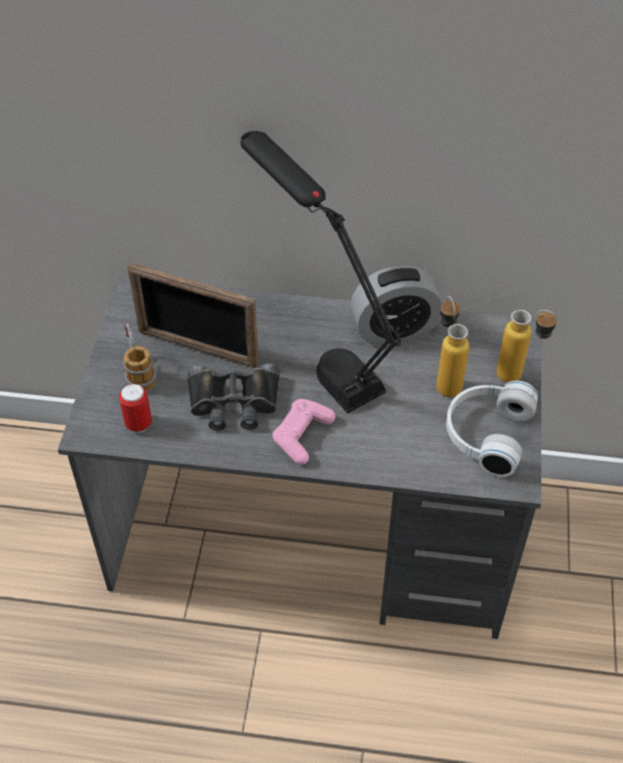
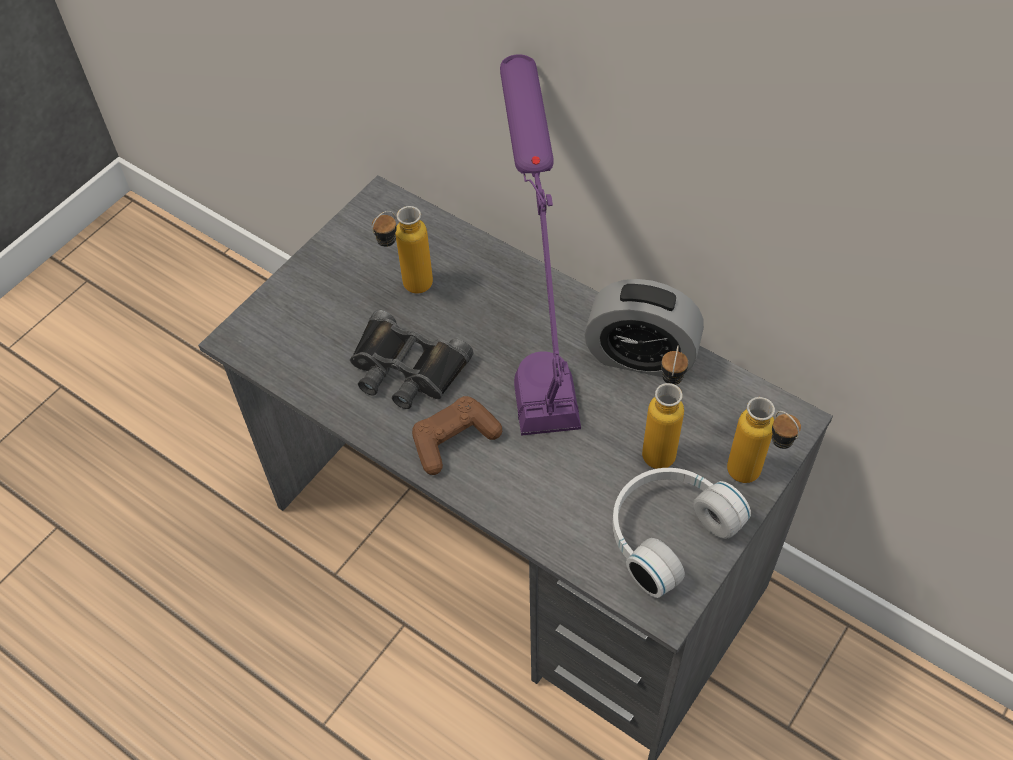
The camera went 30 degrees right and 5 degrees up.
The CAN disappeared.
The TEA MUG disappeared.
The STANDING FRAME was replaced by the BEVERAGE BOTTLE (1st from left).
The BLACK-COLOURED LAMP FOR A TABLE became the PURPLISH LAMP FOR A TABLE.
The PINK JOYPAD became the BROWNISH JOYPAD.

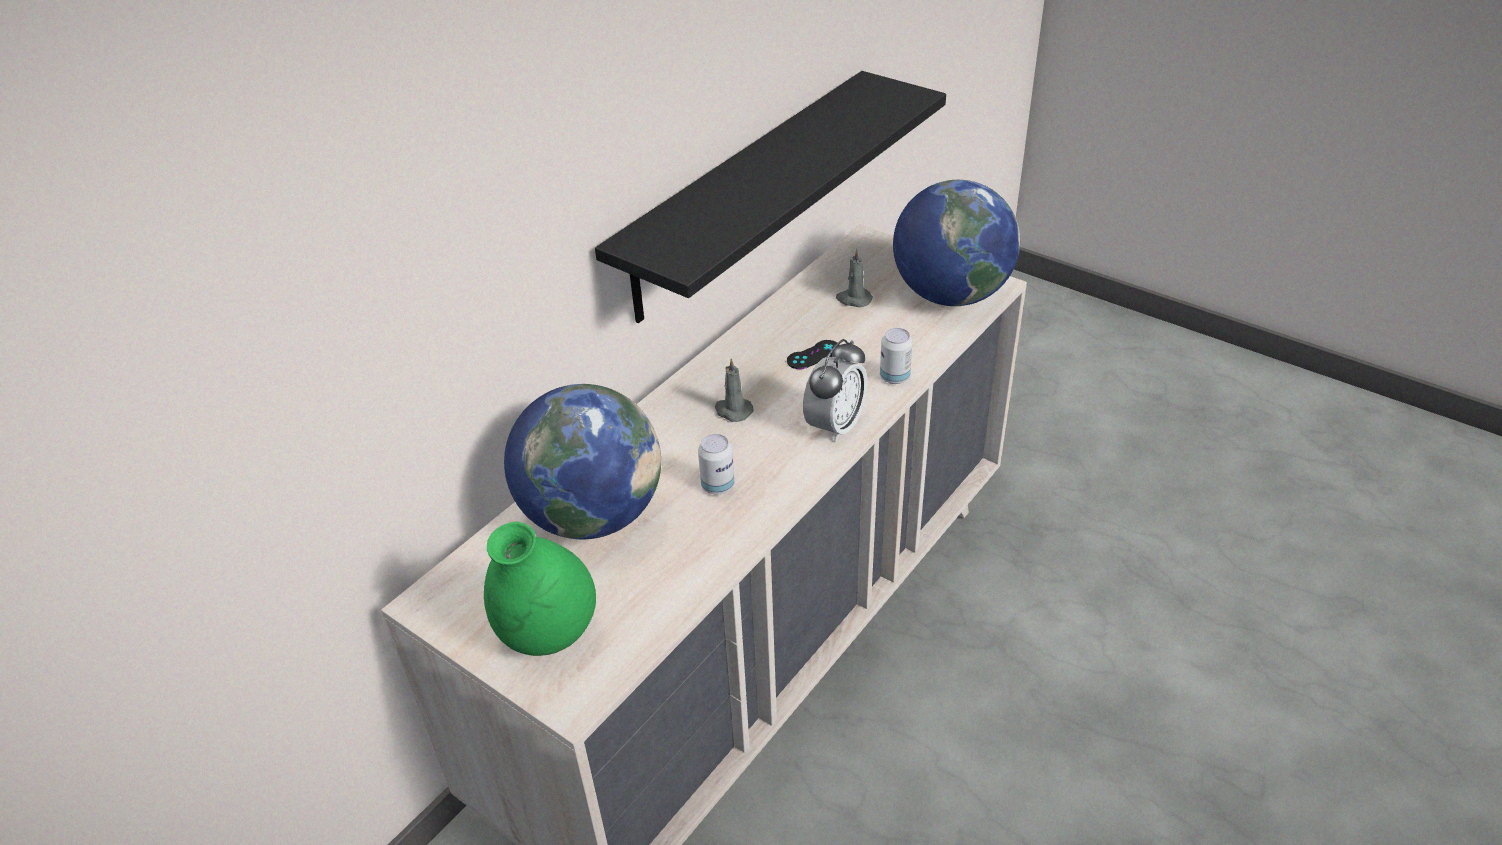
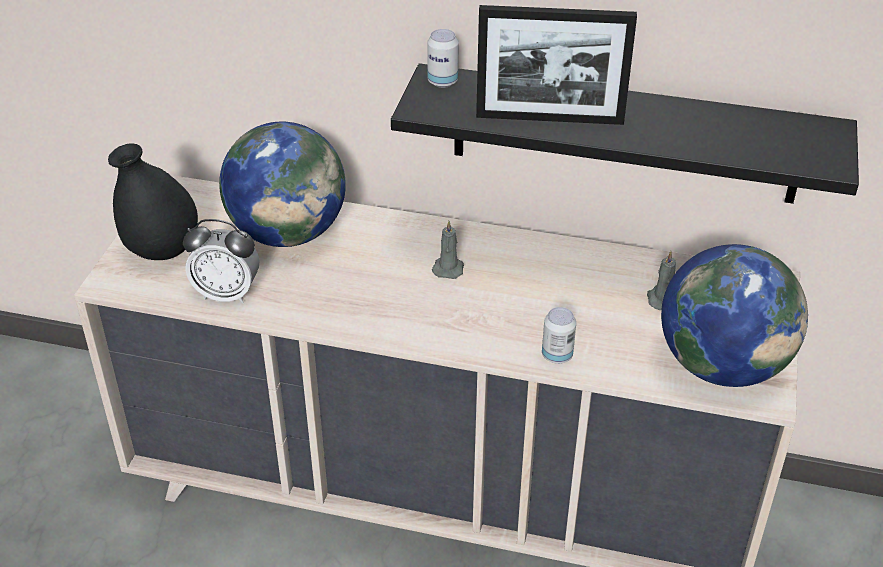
The camera went 65 degrees right and 0 degrees up.
The BLACK-COLOURED JOYPAD disappeared.
The STANDING FRAME appeared.
The CAN (1st from left) moved.
The ALARM CLOCK moved.
The GREEN DECORATIVE VASE became the BLACK-COLOURED DECORATIVE VASE.

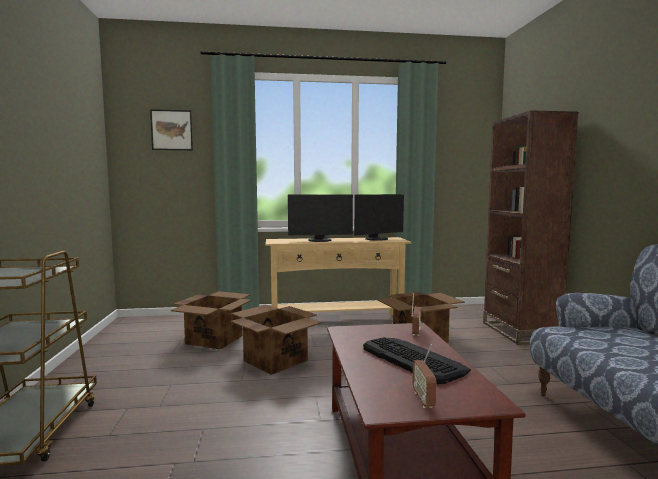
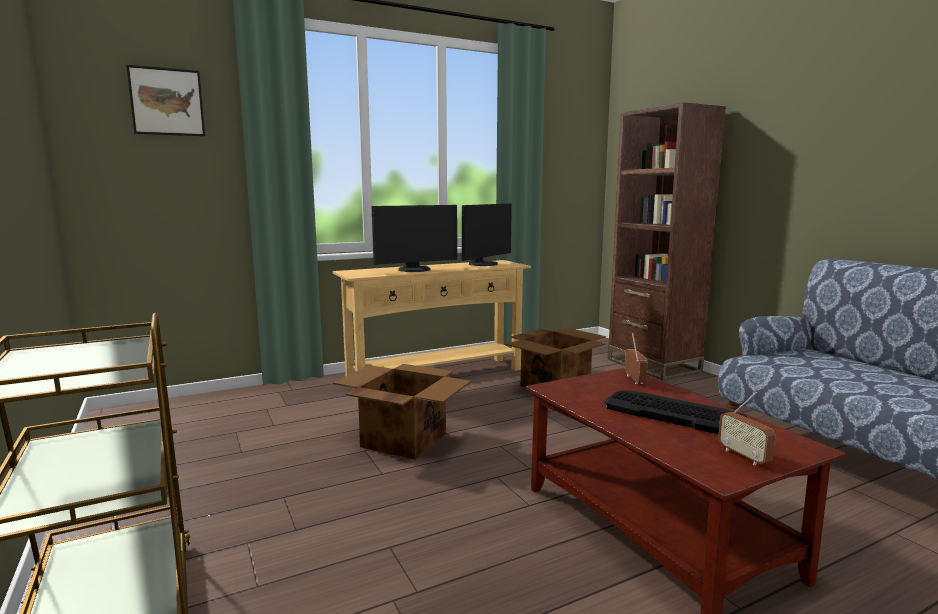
The camera went 20 degrees left and 5 degrees up.
The CARDBOARD BOX (1st from left) disappeared.

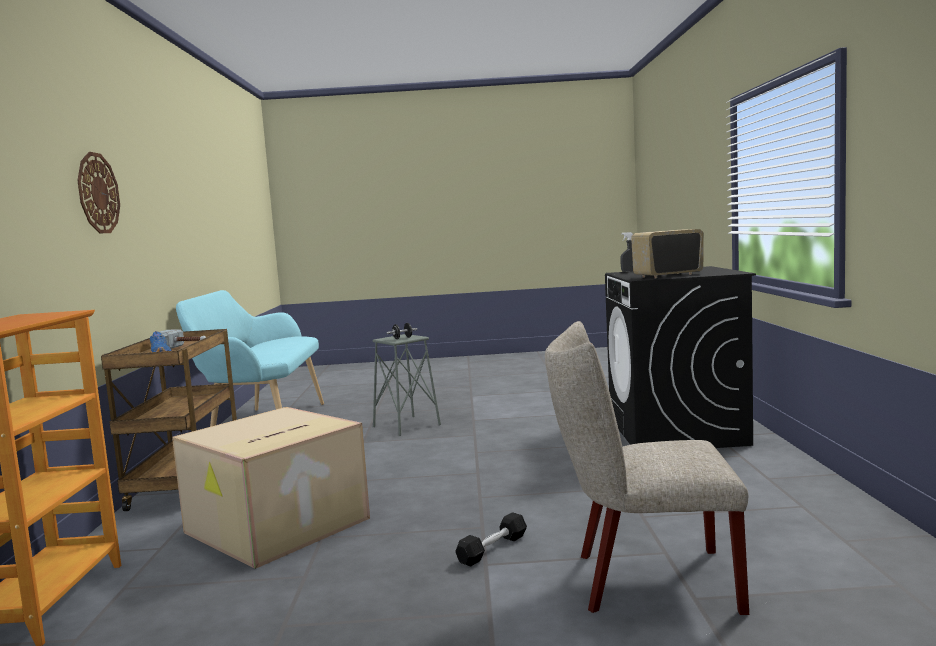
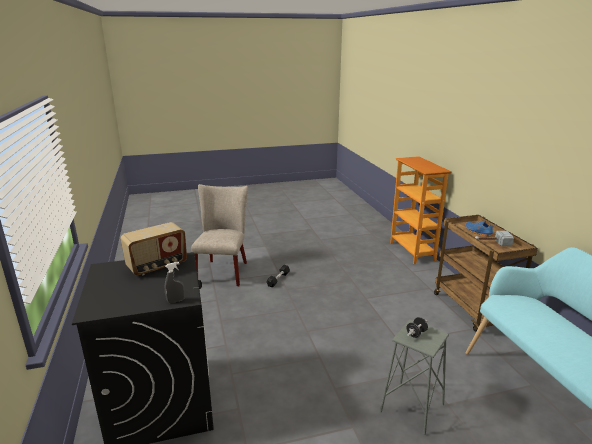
The camera went 165 degrees right and 15 degrees up.
The HANGING CLOCK disappeared.
The CARDBOARD BOX disappeared.
The BEIGE-COLOURED CHAIR turned 75 degrees counterclockwise.

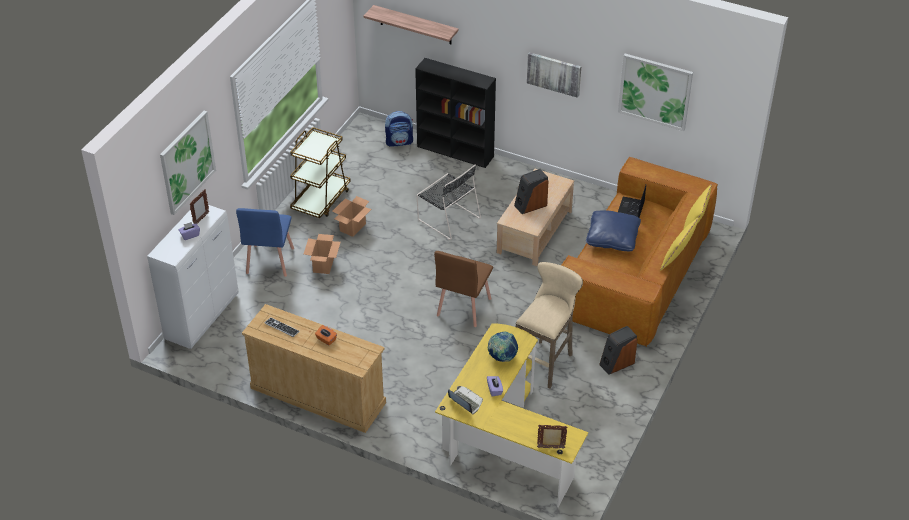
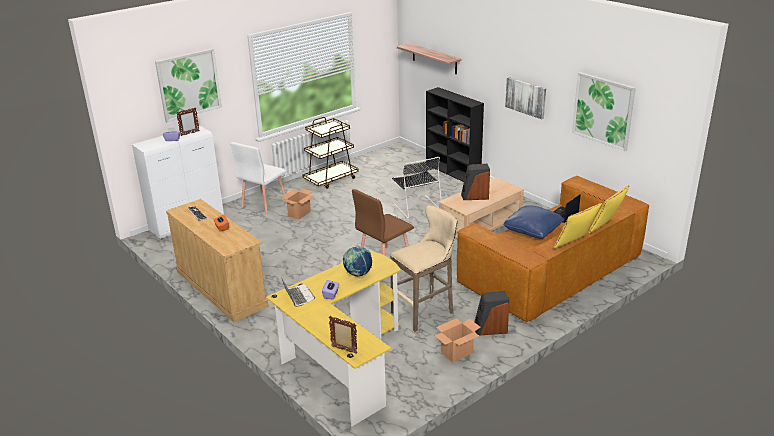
The camera went 25 degrees right and 15 degrees down.
The RUCKSACK disappeared.
The CARDBOARD BOX (2nd from left) moved.
The BLUISH CHAIR became the WHITISH CHAIR.

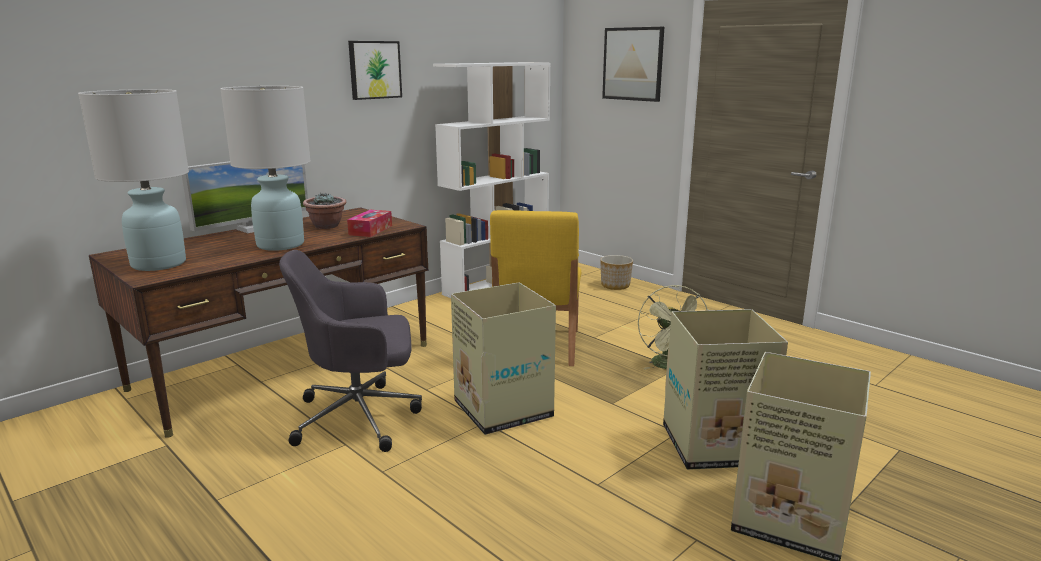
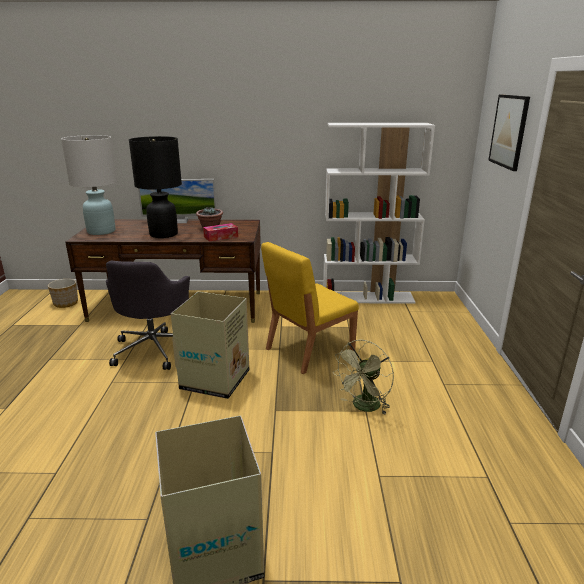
The camera went 45 degrees right and 5 degrees up.
The WALL PICTURE (1st from left) disappeared.
The CARDBOARD BOX (2nd from left) disappeared.
The FLOWER POT moved.
The WHITISH LAMP FOR A TABLE (2nd from left) became the BLACK-COLOURED LAMP FOR A TABLE.
The GREYISH COMPUTER CHAIR turned 120 degrees counterclockwise.

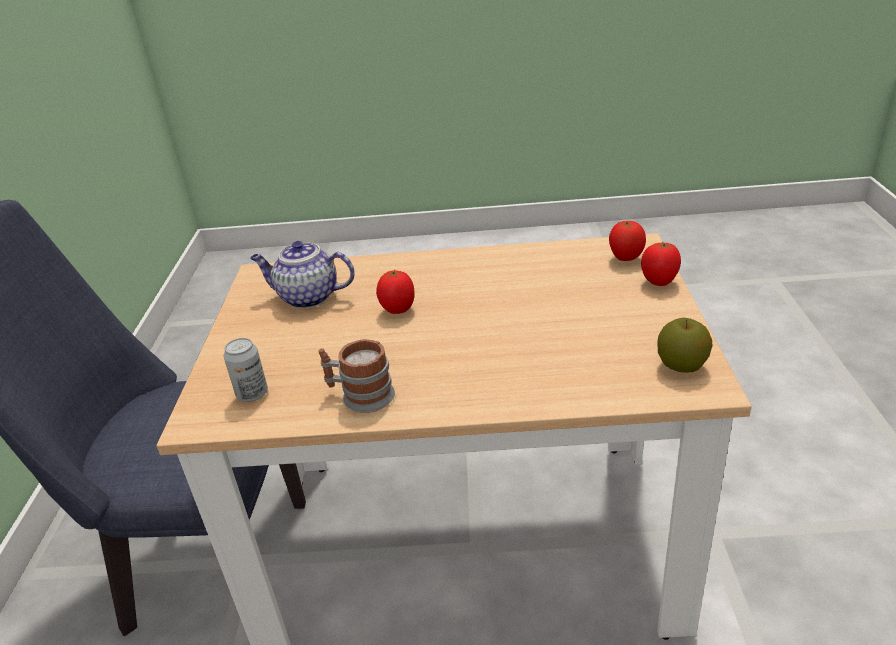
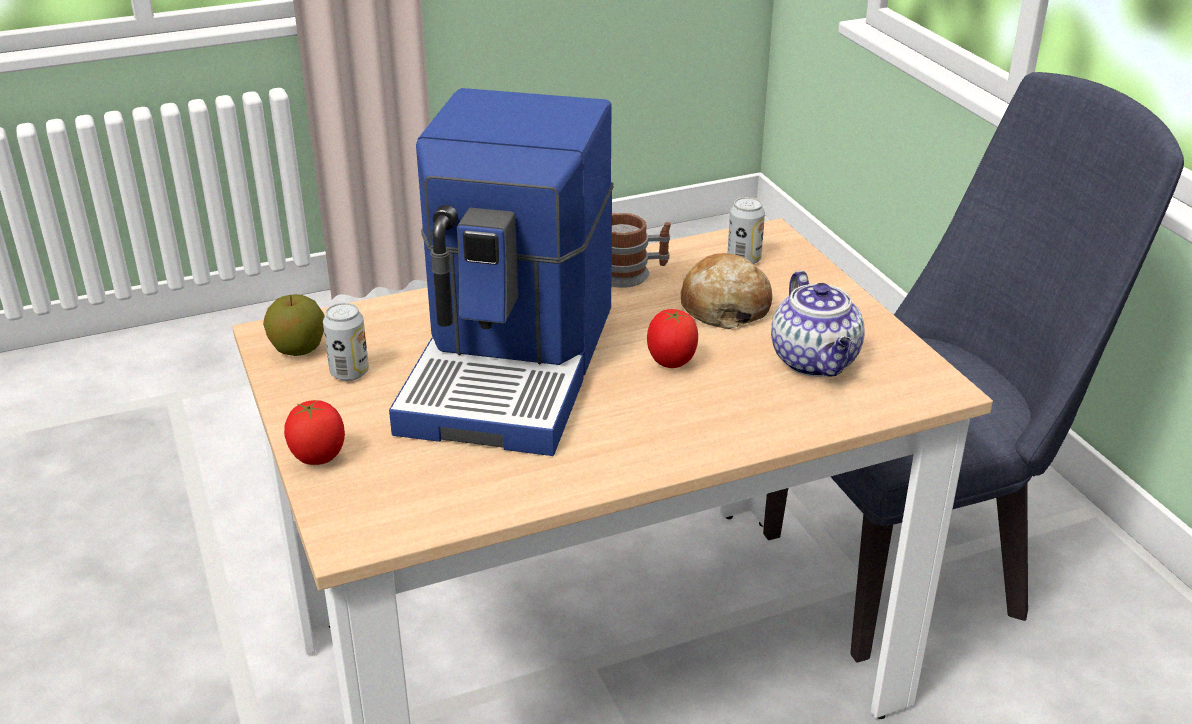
The camera went 155 degrees right and 0 degrees up.
The WHOLE TOMATO (2nd from left) disappeared.
The CAN (1st from left) appeared.
The COFFEE MAKER appeared.
The BREAD appeared.
The TEAPOT turned 90 degrees clockwise.

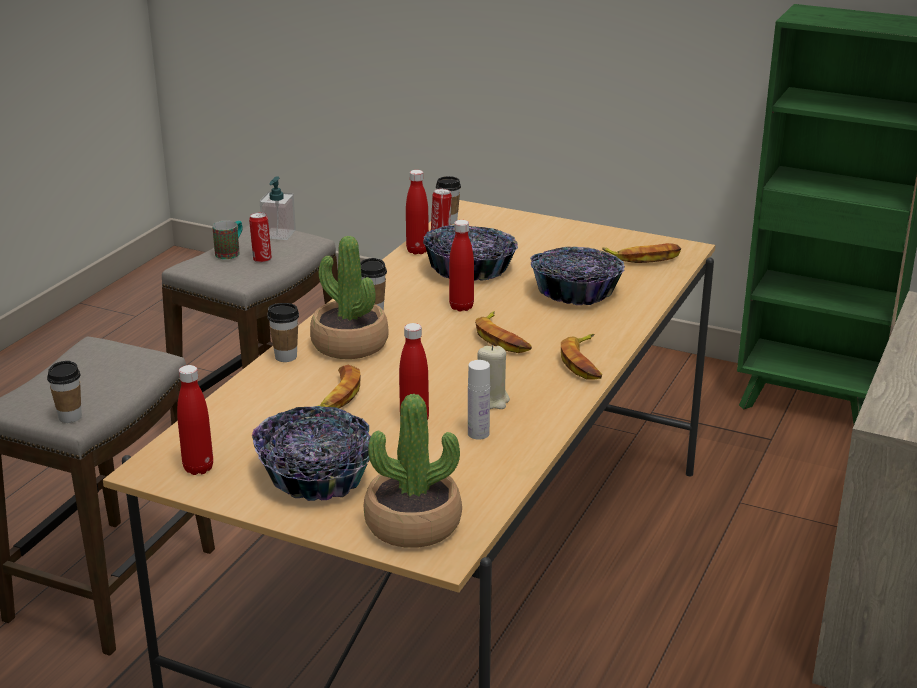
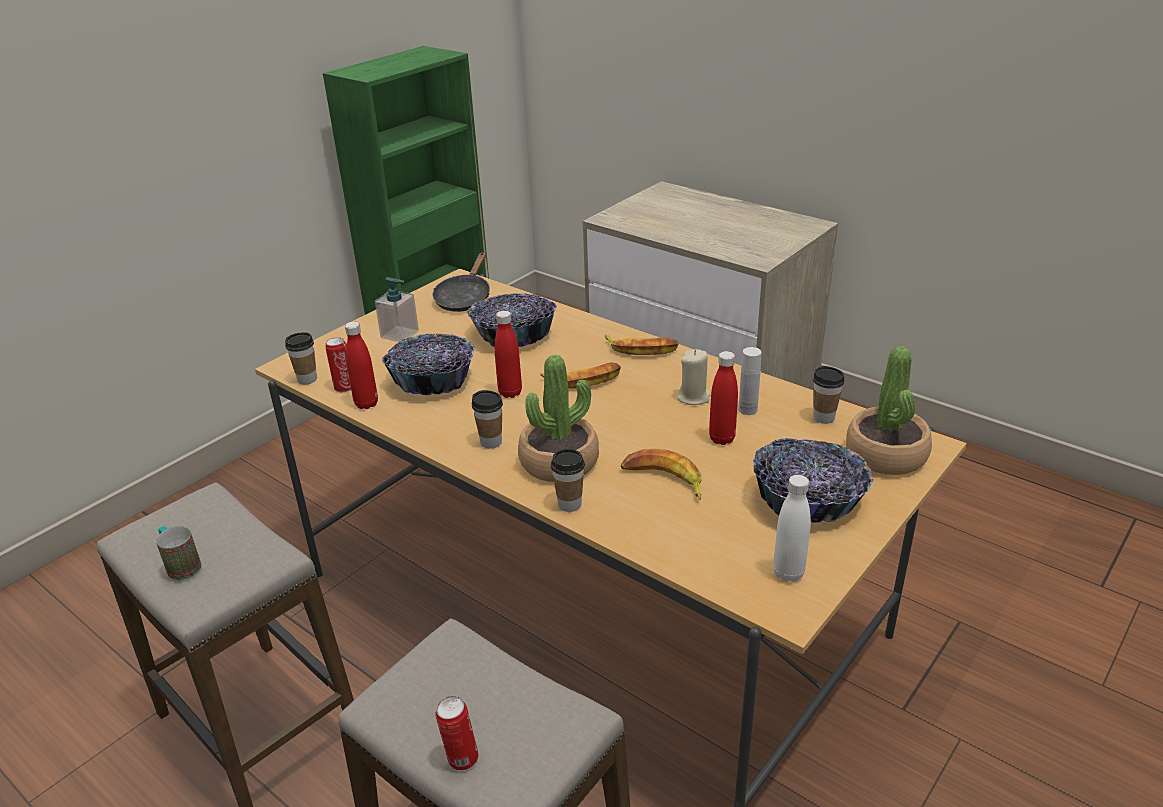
The camera went 75 degrees left and 5 degrees up.
The DRINKING CUP (1st from left in the first image) moved.
The CAN (1st from left in the first image) moved.
The LIQUID SOAP BOTTLE moved.
The BANANA FRUIT (4th from left) was replaced by the BLACK-COLOURED PAN.
The RED-COLOURED BEVERAGE BOTTLE (1st from left) became the WHITISH BEVERAGE BOTTLE (2nd from left).

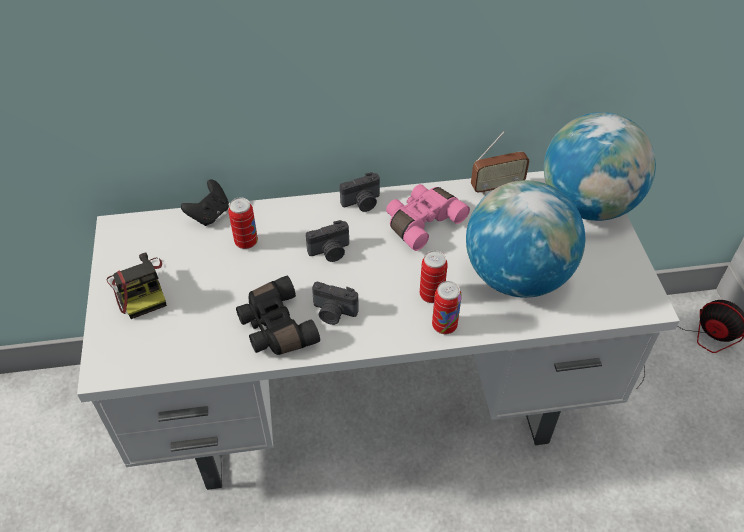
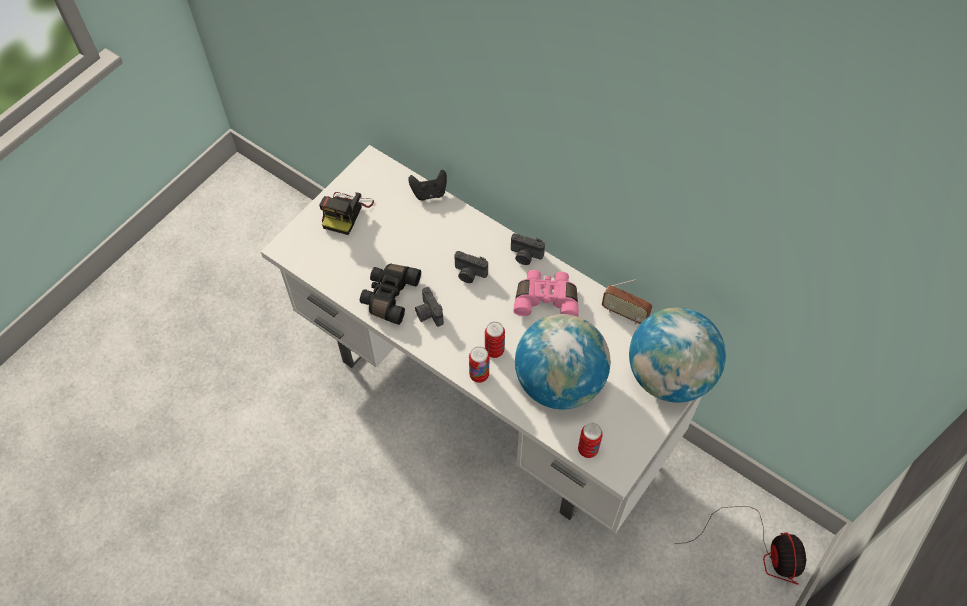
The camera went 45 degrees right and 10 degrees up.
The CAN (1st from left in the first image) moved.

